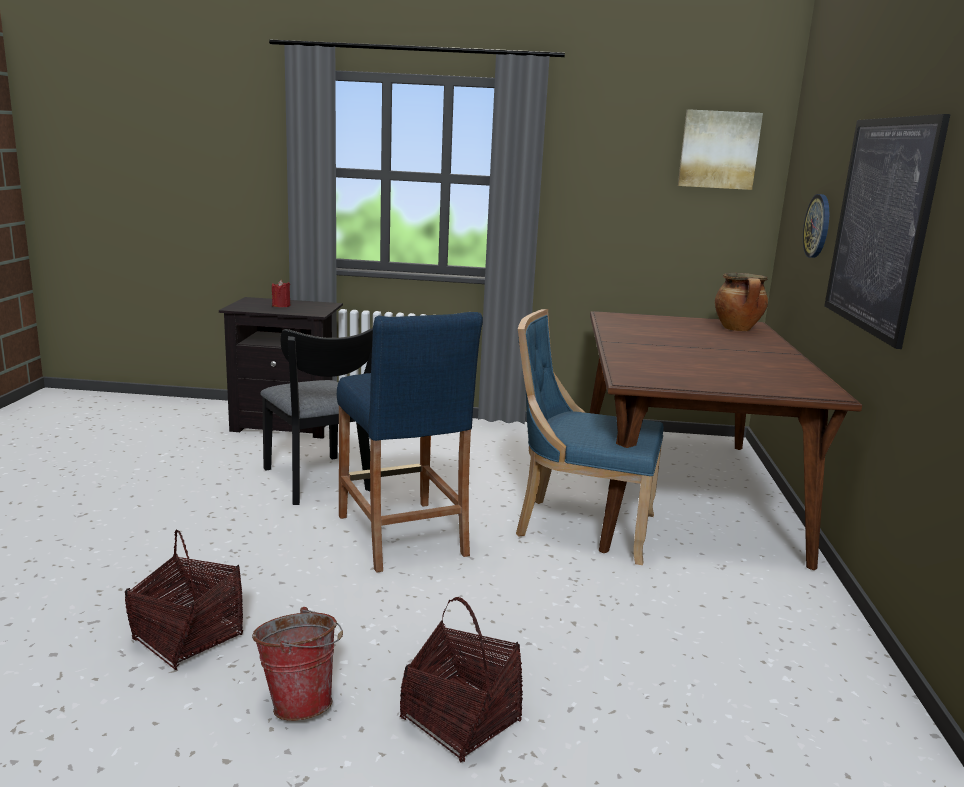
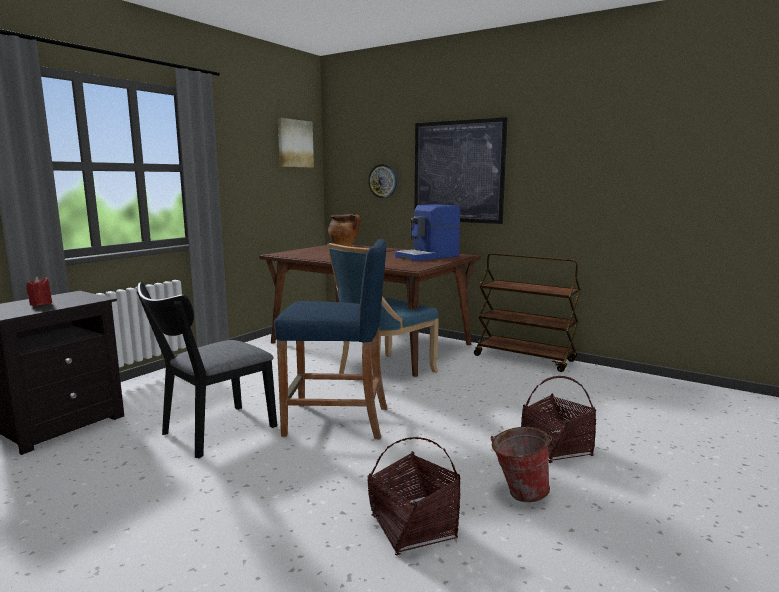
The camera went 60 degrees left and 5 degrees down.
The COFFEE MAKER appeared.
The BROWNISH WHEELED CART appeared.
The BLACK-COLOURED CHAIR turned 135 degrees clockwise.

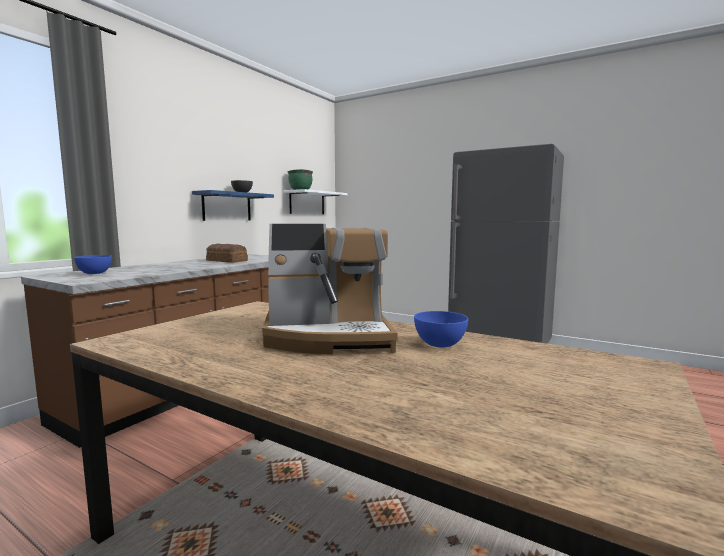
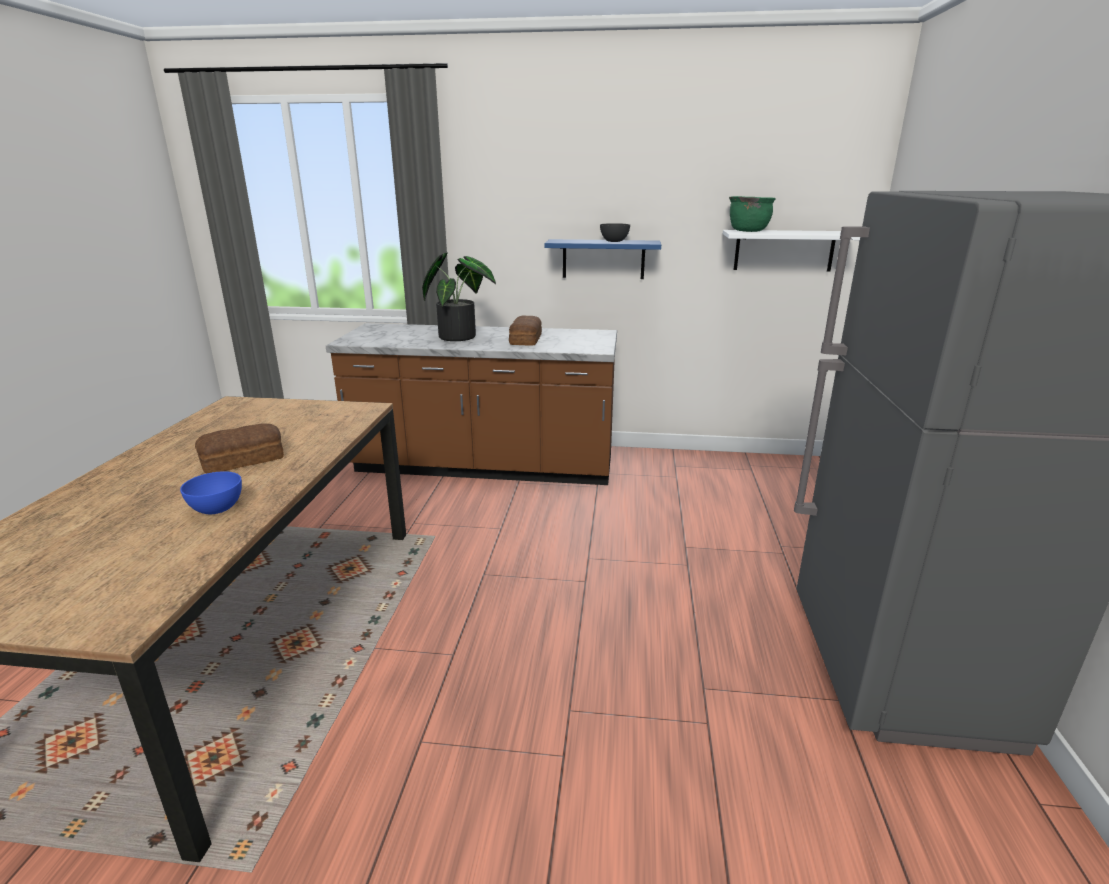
The camera went 65 degrees right and 15 degrees up.
The BLUISH DEEP DISH (1st from left) disappeared.
The PLANT IN A POT appeared.
The COFFEE MAKER was replaced by the BREAD (1st from left).

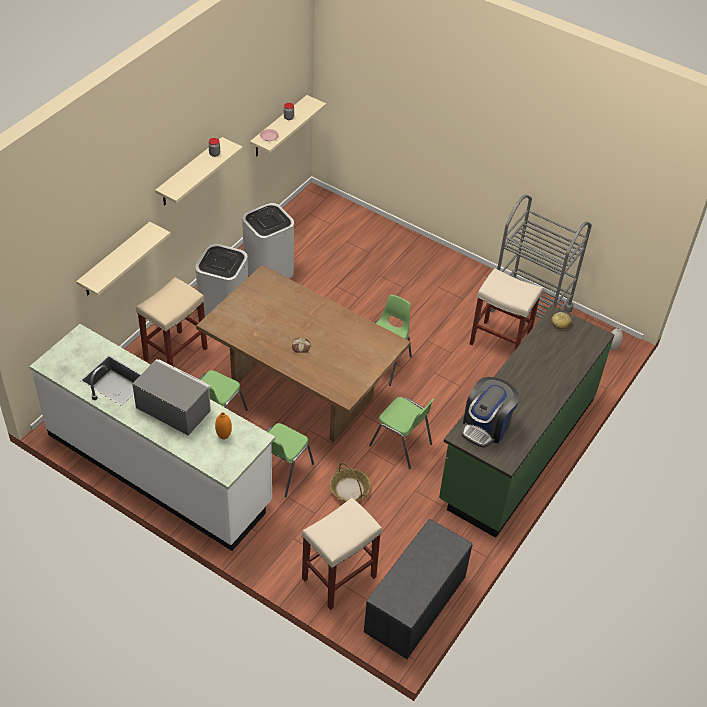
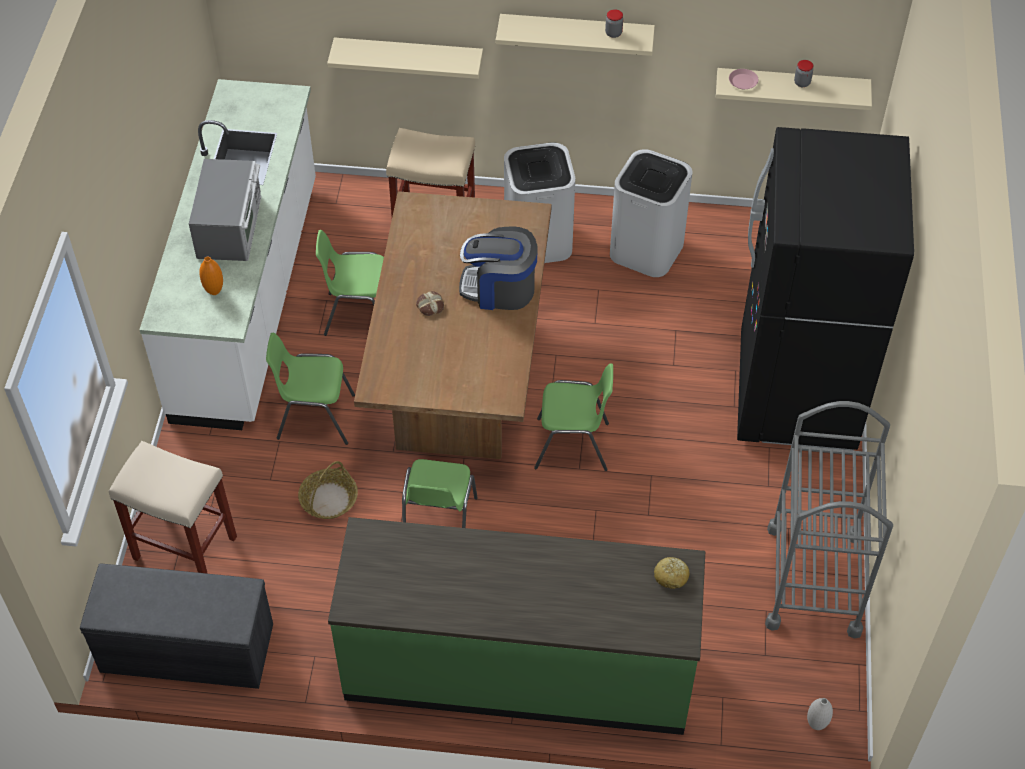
The camera went 65 degrees right and 5 degrees up.
The BEIGE-COLOURED STOOL SEAT (3rd from left) disappeared.
The BLACK-COLOURED REFRIGERATOR appeared.
The COFFEE MAKER moved.

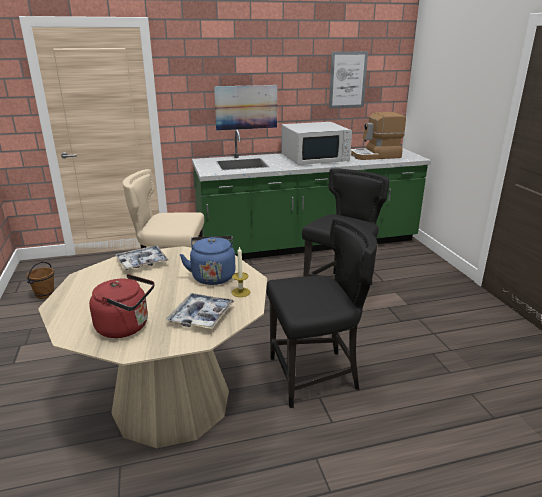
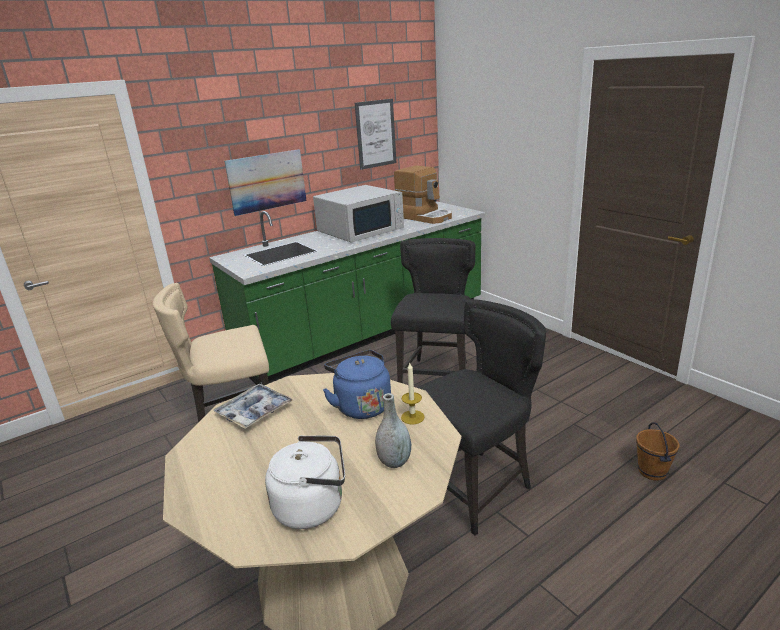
The camera went 20 degrees left and 0 degrees up.
The BROWNISH WATER BUCKET moved.
The CARRYING TRAY (2nd from left) was replaced by the GREYISH DECORATIVE VASE.
The RED-COLOURED KETTLE became the WHITISH KETTLE.
The COFFEE MAKER turned 105 degrees counterclockwise.

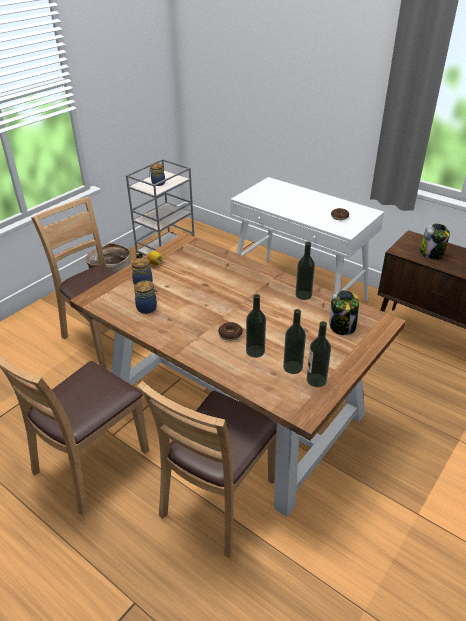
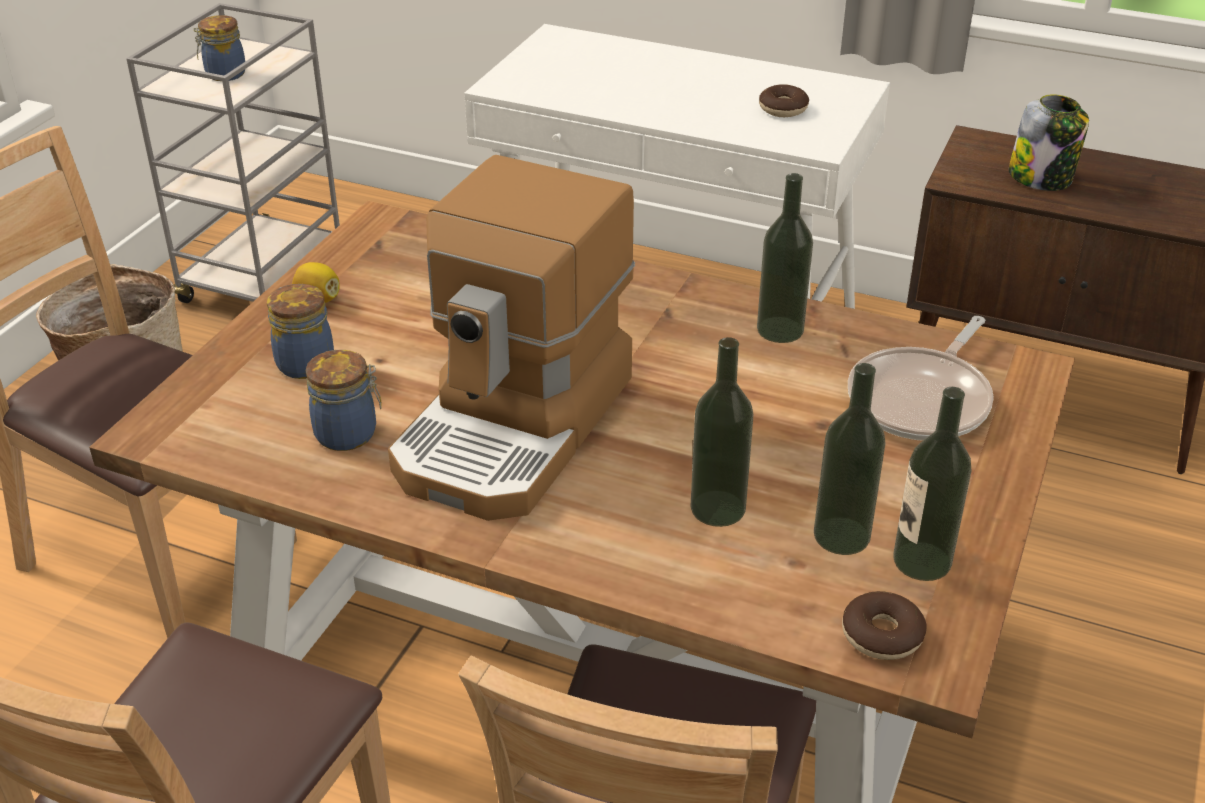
The camera went 15 degrees left and 0 degrees up.
The COFFEE MAKER appeared.
The DONUT (1st from left in the first image) moved.
The PRESERVE JAR (4th from left) was replaced by the PAN.

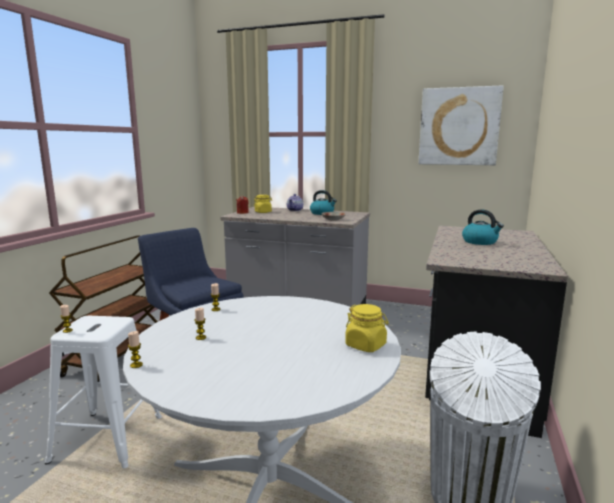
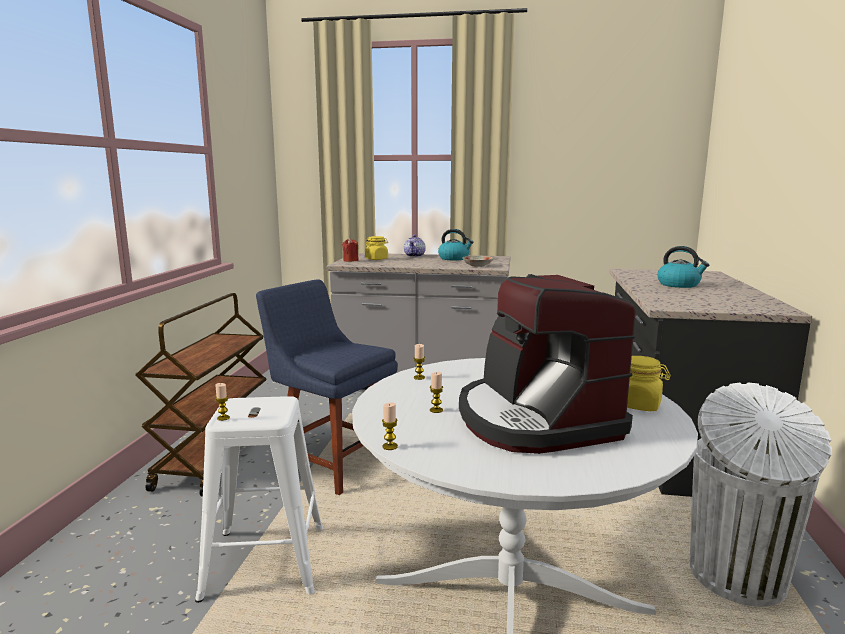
The camera went 10 degrees left and 0 degrees up.
The WALL PICTURE disappeared.
The COFFEE MAKER appeared.

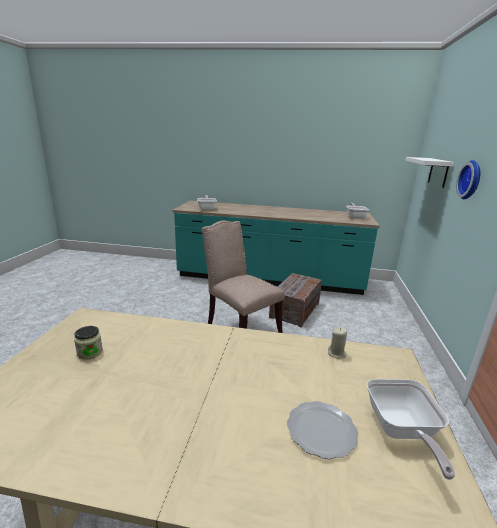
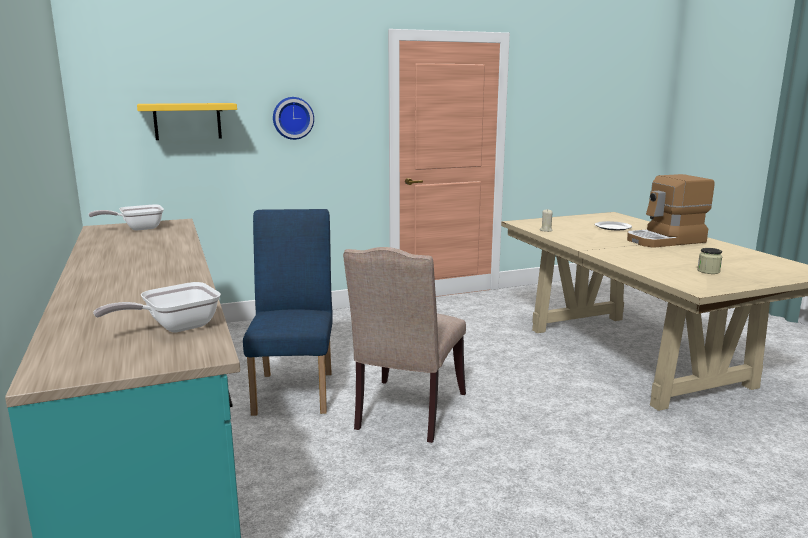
The camera went 120 degrees left and 5 degrees down.
The PAN (3rd from left) disappeared.
The COFFEE MAKER appeared.
The PACKING CRATE was replaced by the BLUISH CHAIR.
The WHITISH BRACKET SHELF became the YELLOWISH BRACKET SHELF.

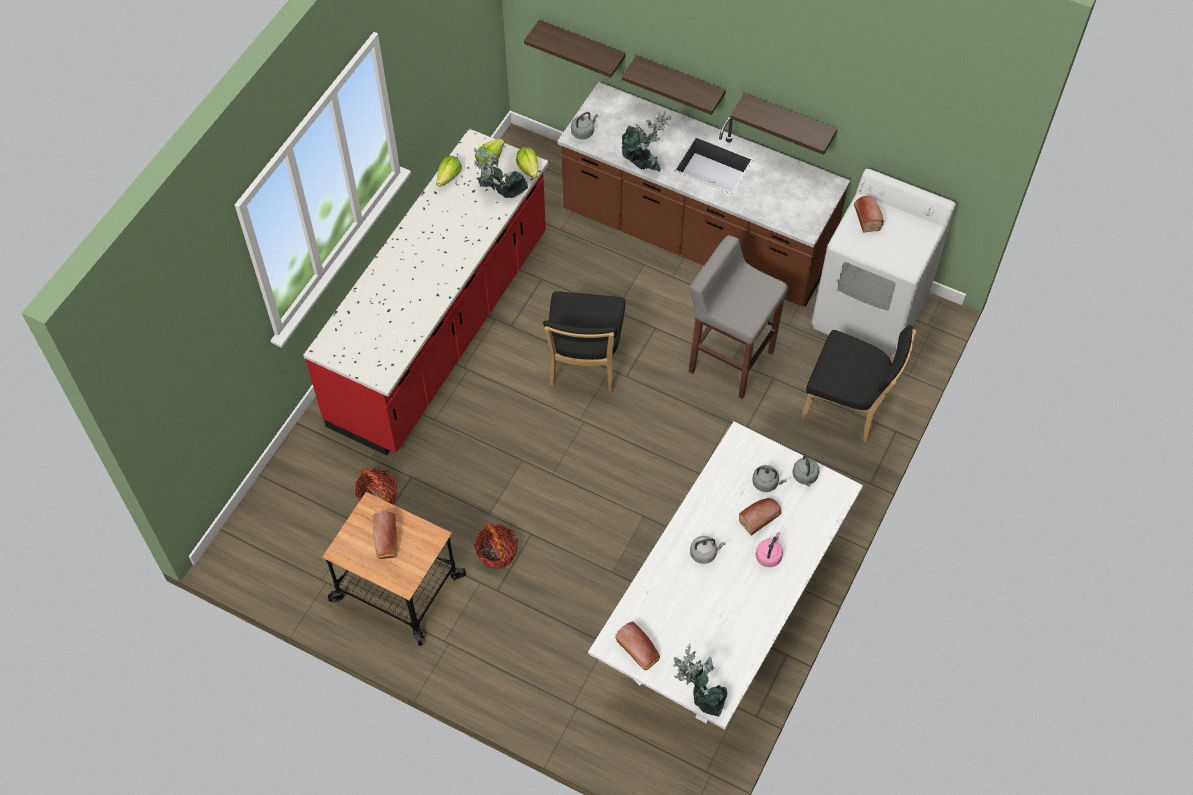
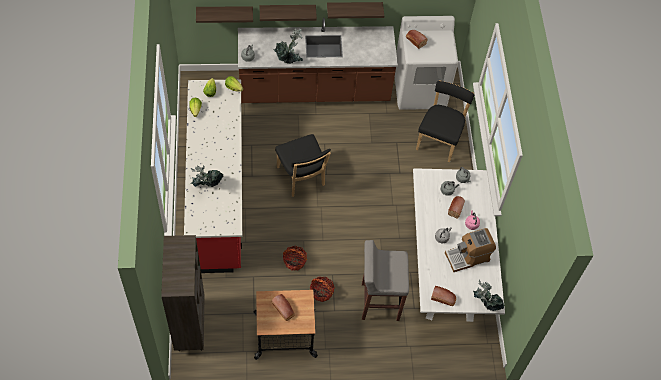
The camera went 35 degrees left and 0 degrees up.
The BROWNISH BOOKSHELF appeared.
The COFFEE MAKER appeared.
The HOUSEHOLD BASKET (1st from left) moved.
The PLANT IN A POT (1st from left) moved.
The GREYISH STOOL SEAT moved.
The BLACK-COLOURED CHAIR (2nd from left) turned 60 degrees counterclockwise.

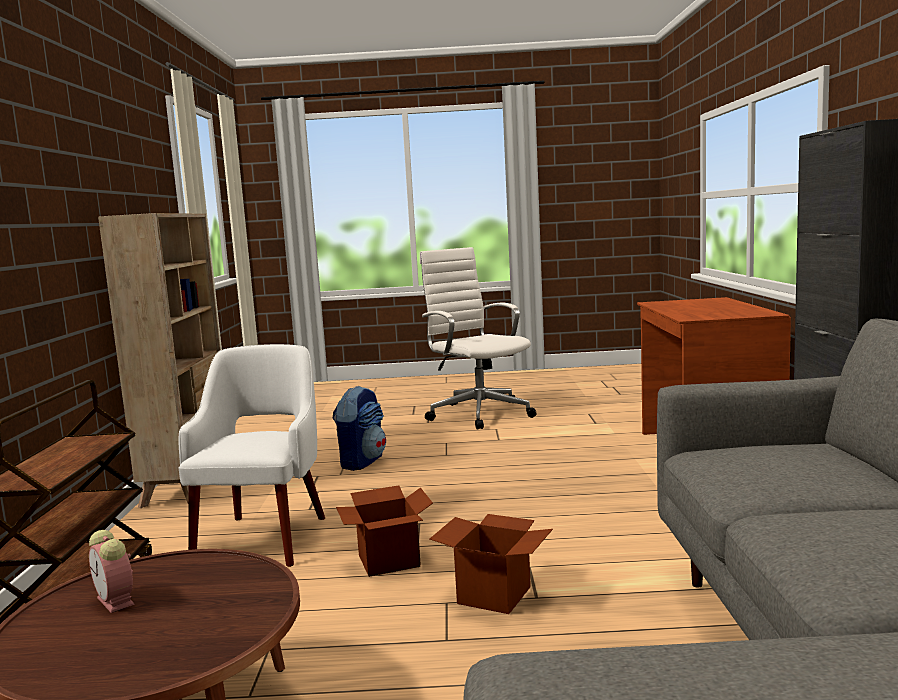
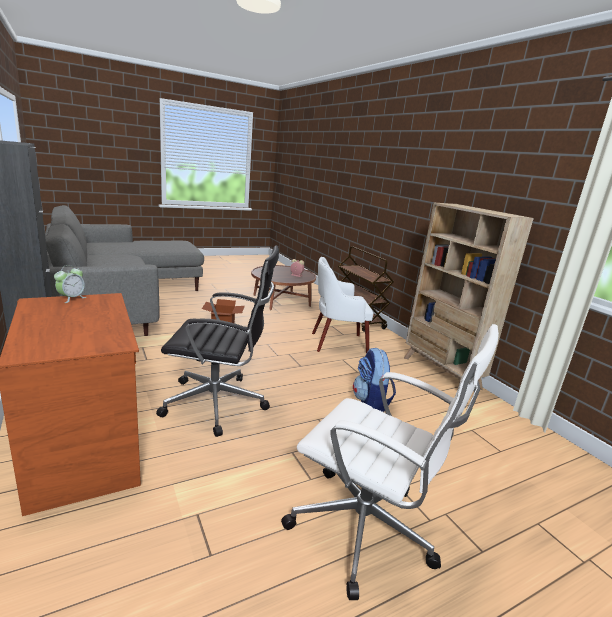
The camera went 150 degrees right and 10 degrees up.
The CARDBOARD BOX (1st from left) disappeared.
The ALARM CLOCK (1st from left) appeared.
The BLACK-COLOURED COMPUTER CHAIR appeared.
The WHITISH LOUNGE CHAIR turned 105 degrees clockwise.

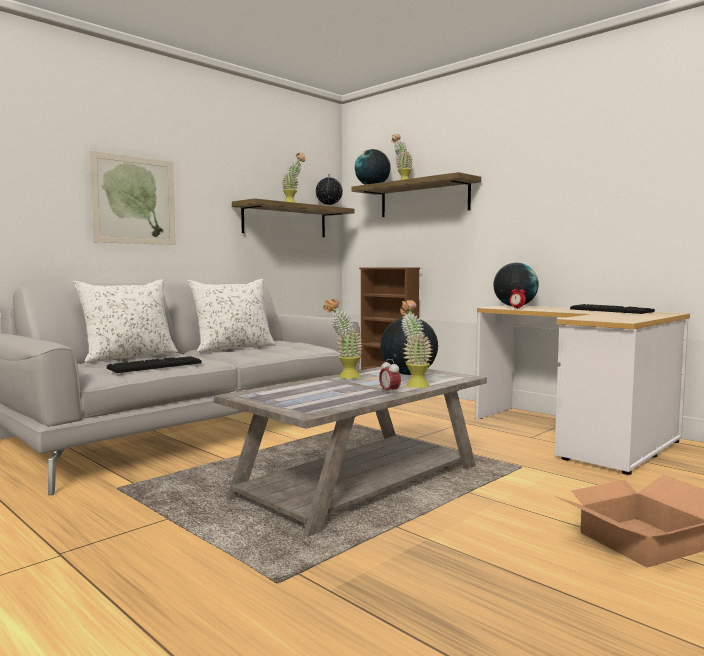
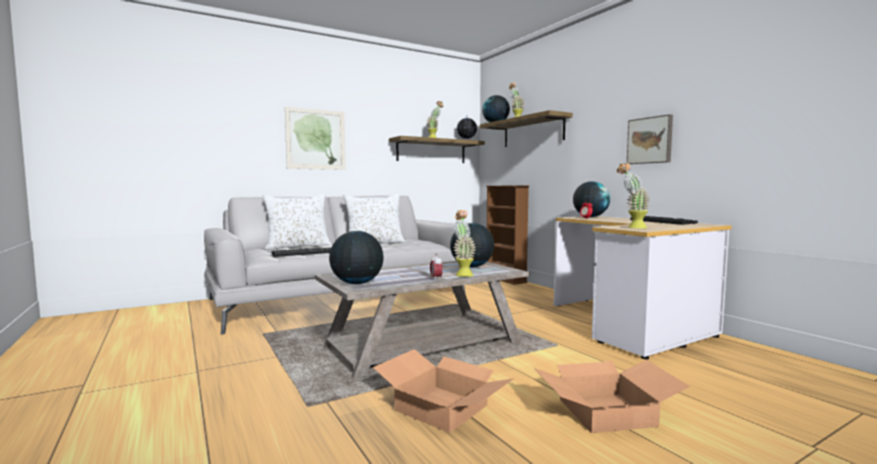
The camera went 15 degrees right and 0 degrees up.
The DESK GLOBE (1st from left) appeared.
The CARDBOARD BOX (1st from left) appeared.
The WALL PICTURE (2nd from left) appeared.
The PLANT IN A POT (2nd from left in the first image) moved.

